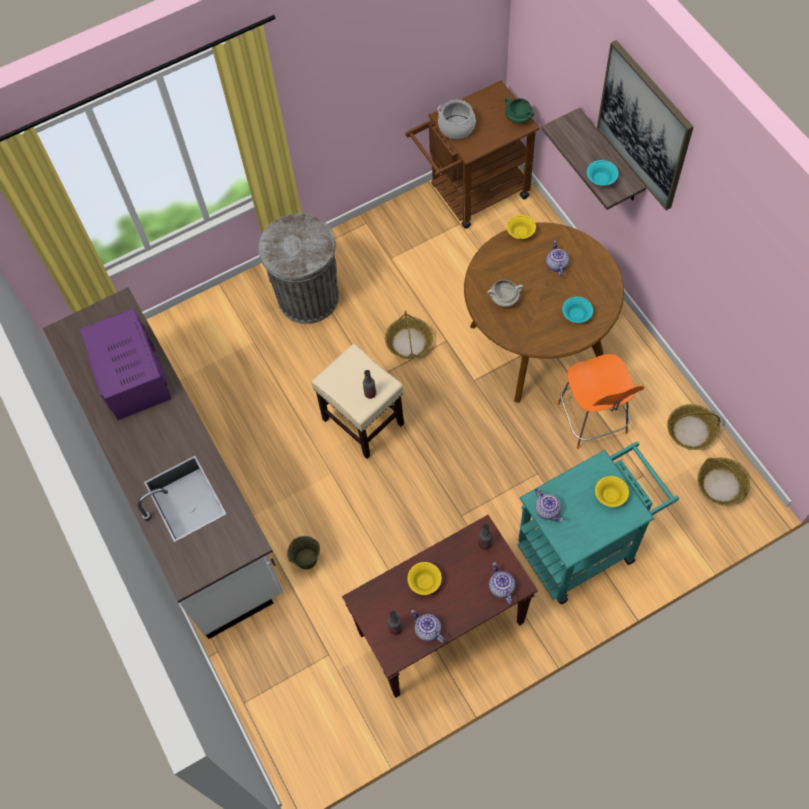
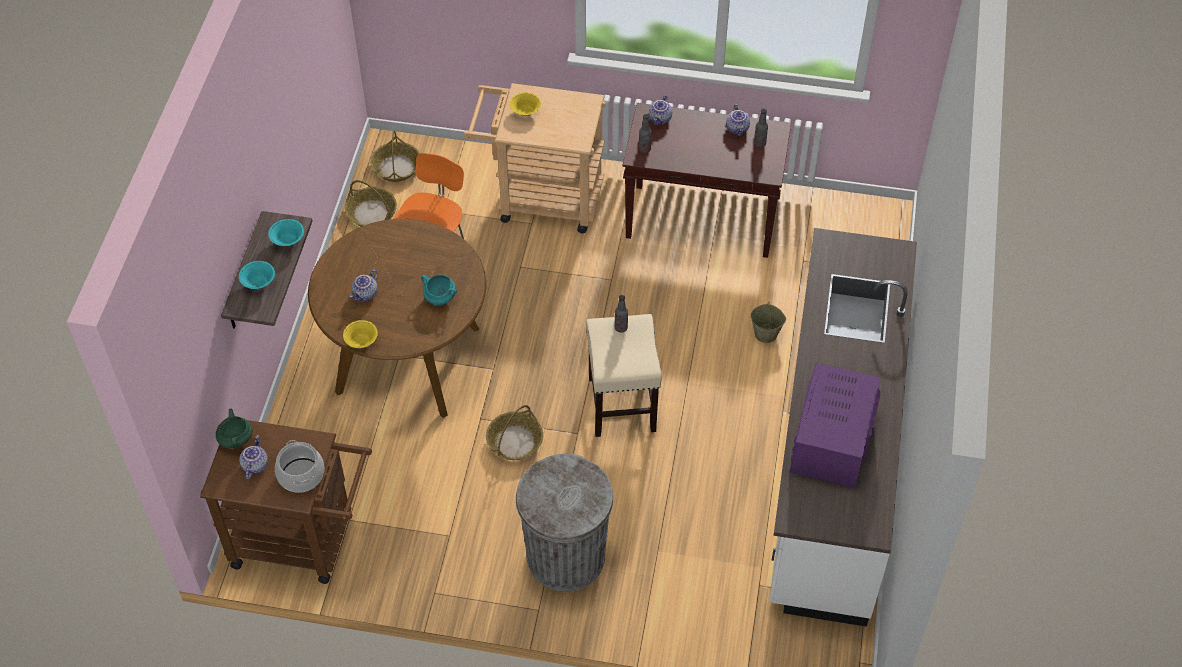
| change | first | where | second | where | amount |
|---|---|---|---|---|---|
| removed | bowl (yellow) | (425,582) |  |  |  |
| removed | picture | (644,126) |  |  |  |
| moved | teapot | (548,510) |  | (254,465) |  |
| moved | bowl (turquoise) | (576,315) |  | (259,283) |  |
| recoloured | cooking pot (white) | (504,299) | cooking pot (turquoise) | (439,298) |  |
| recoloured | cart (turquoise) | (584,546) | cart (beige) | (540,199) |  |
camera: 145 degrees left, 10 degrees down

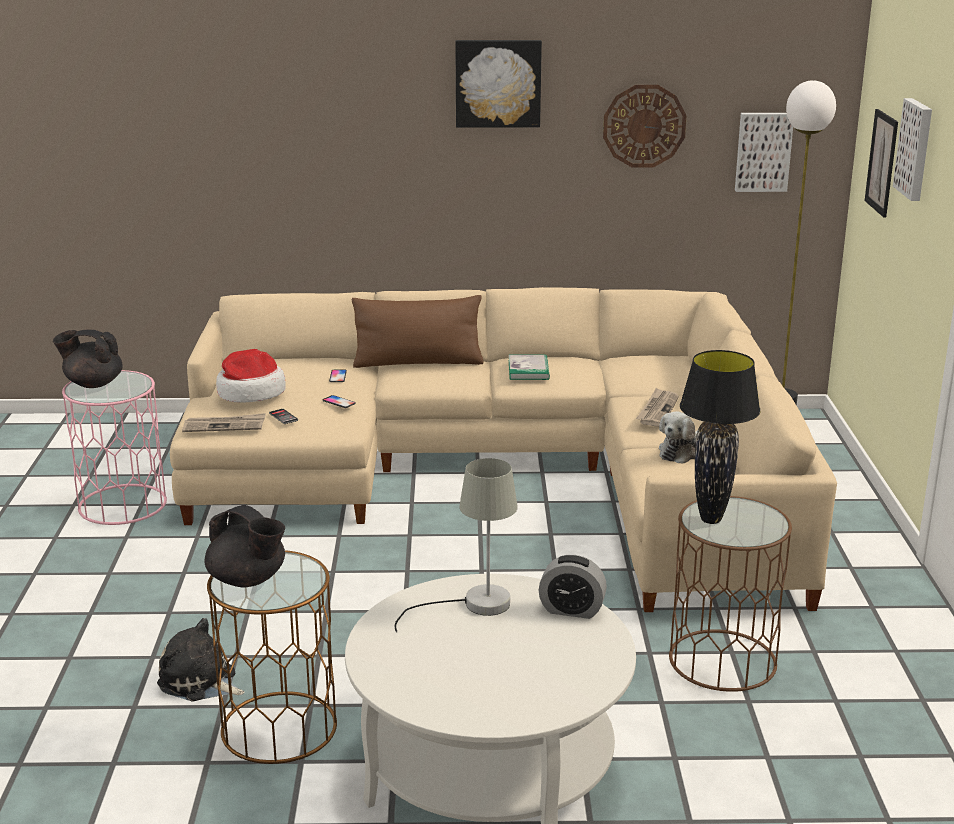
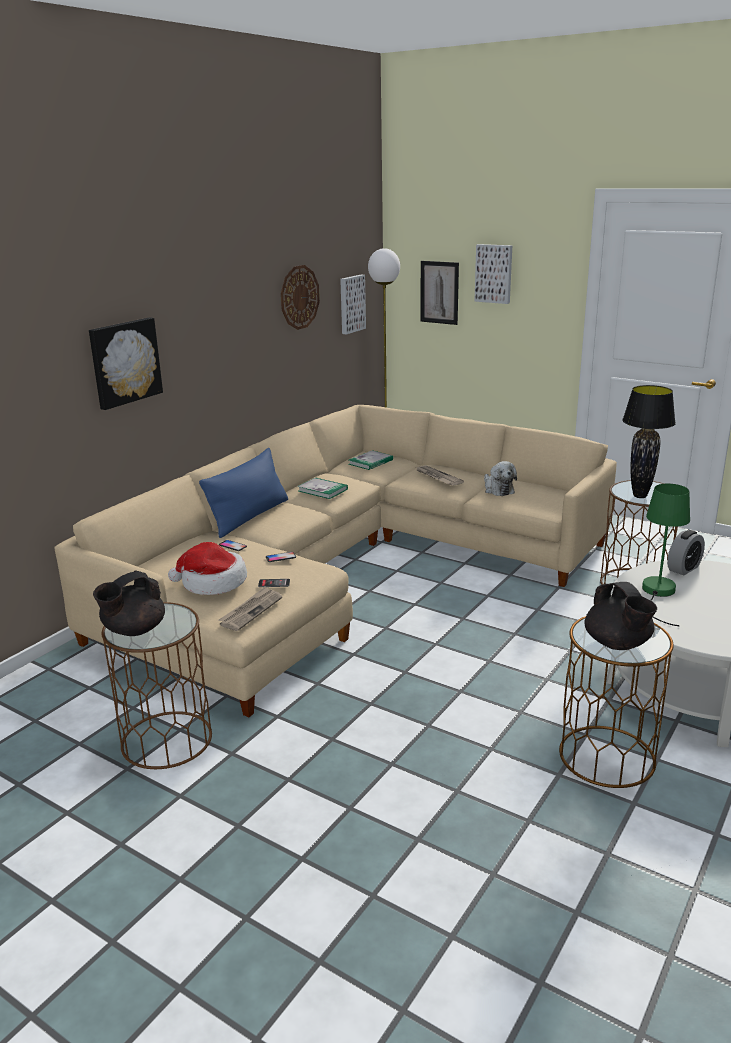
| change | first | where | second | where | amount |
|---|---|---|---|---|---|
| removed | plush toy | (200,682) |  |  |  |
| added |  |  | book | (370,462) |  |
| moved | picture | (498,83) |  | (124,362) |  |
| recoloured | side table (pink) | (122,504) | side table (brown) | (166,740) |  |
| recoloured | pillow (brown) | (418,363) | pillow (blue) | (249,517) |  |
| recoloured | table lamp (grey) | (473,605) | table lamp (green) | (658,594) |  |
| turned | teapot (black) | (248,580) |  | (617,644) | 90 degrees clockwise |
camera: 55 degrees left, 0 degrees up

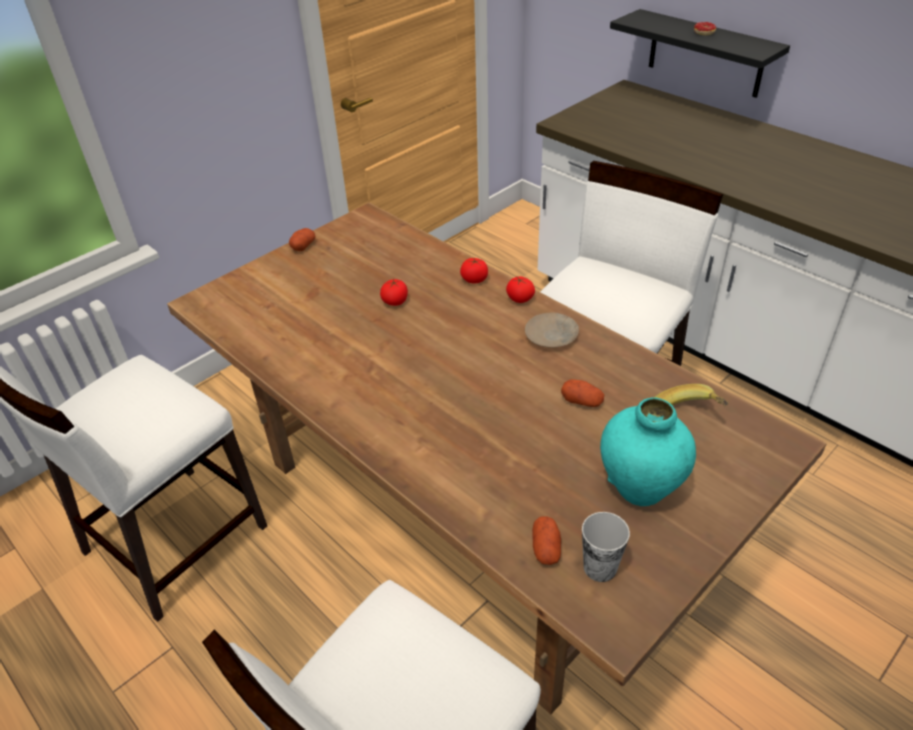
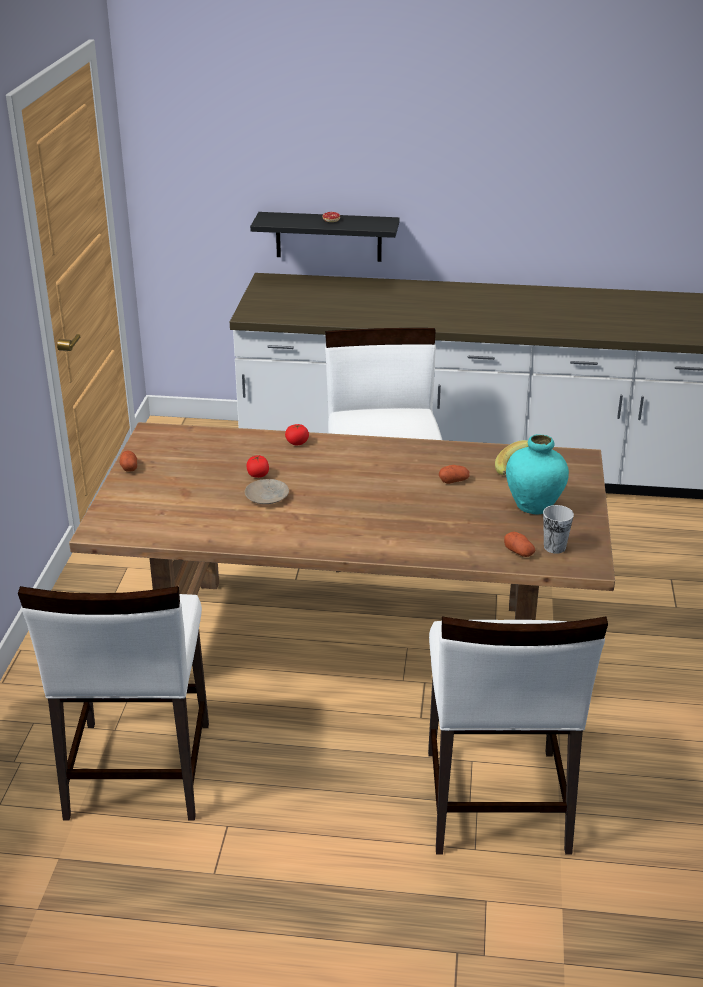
| change | first | where | second | where | amount |
|---|---|---|---|---|---|
| removed | tomato | (520,299) |  |  |  |
| moved | plate (beige) | (552,335) |  | (267,496) |  |
camera: 40 degrees left, 10 degrees down

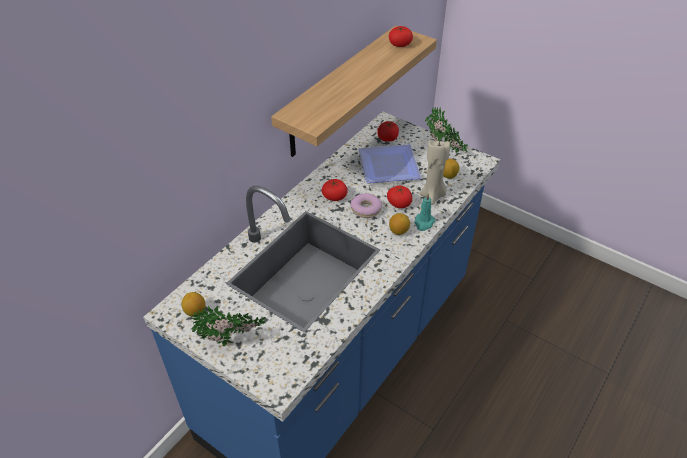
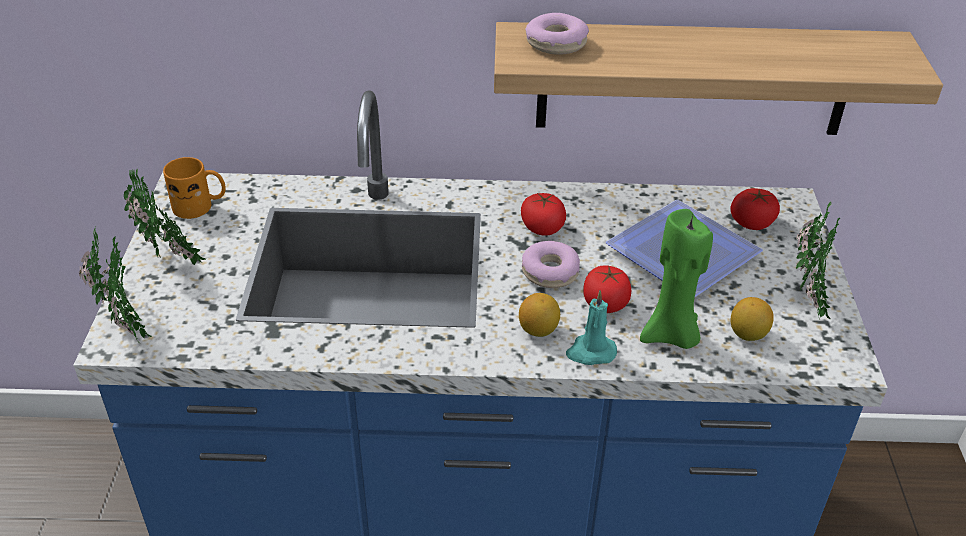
| change | first | where | second | where | amount |
|---|---|---|---|---|---|
| removed | tomato | (400,44) |  |  |  |
| added |  |  | potted plant | (126,327) |  |
| added |  |  | donut | (556,43) |  |
| replaced | lemon | (195,311) | mug (orange) | (200,206) |  |
| recoloured | candle (beige) | (433,196) | candle (green) | (671,336) |  |
camera: 55 degrees right, 5 degrees down

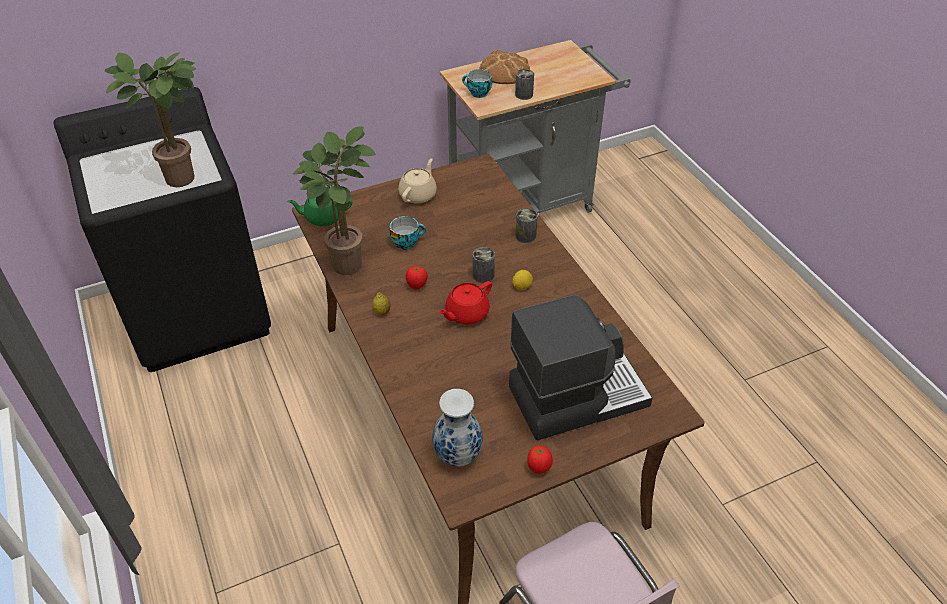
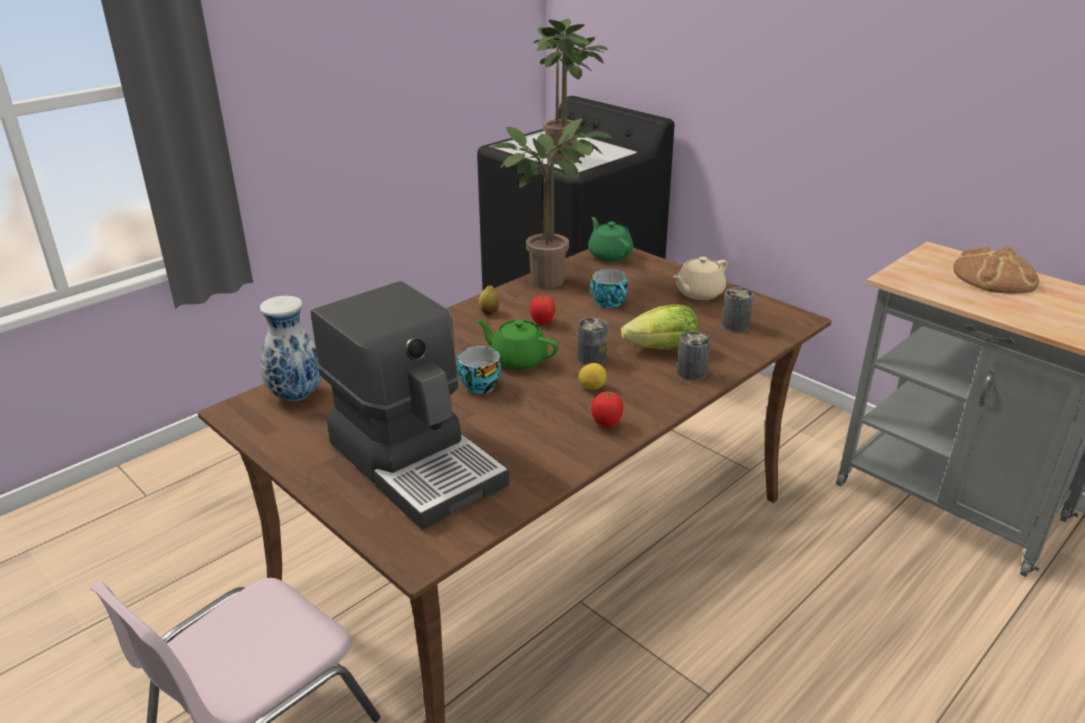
| change | first | where | second | where | amount |
|---|---|---|---|---|---|
| added |  |  | lettuce | (662,349) |  |
| moved | cup | (477,93) |  | (478,384) |  |
| moved | can | (524,94) |  | (735,325) |  |
| moved | tomato | (539,468) |  | (606,424) |  |
| recoloured | teapot (red) | (466,313) | teapot (green) | (518,359) |  |
| turned | teapot (beige) | (418,194) |  | (698,293) | 135 degrees clockwise |
camera: 70 degrees right, 15 degrees down

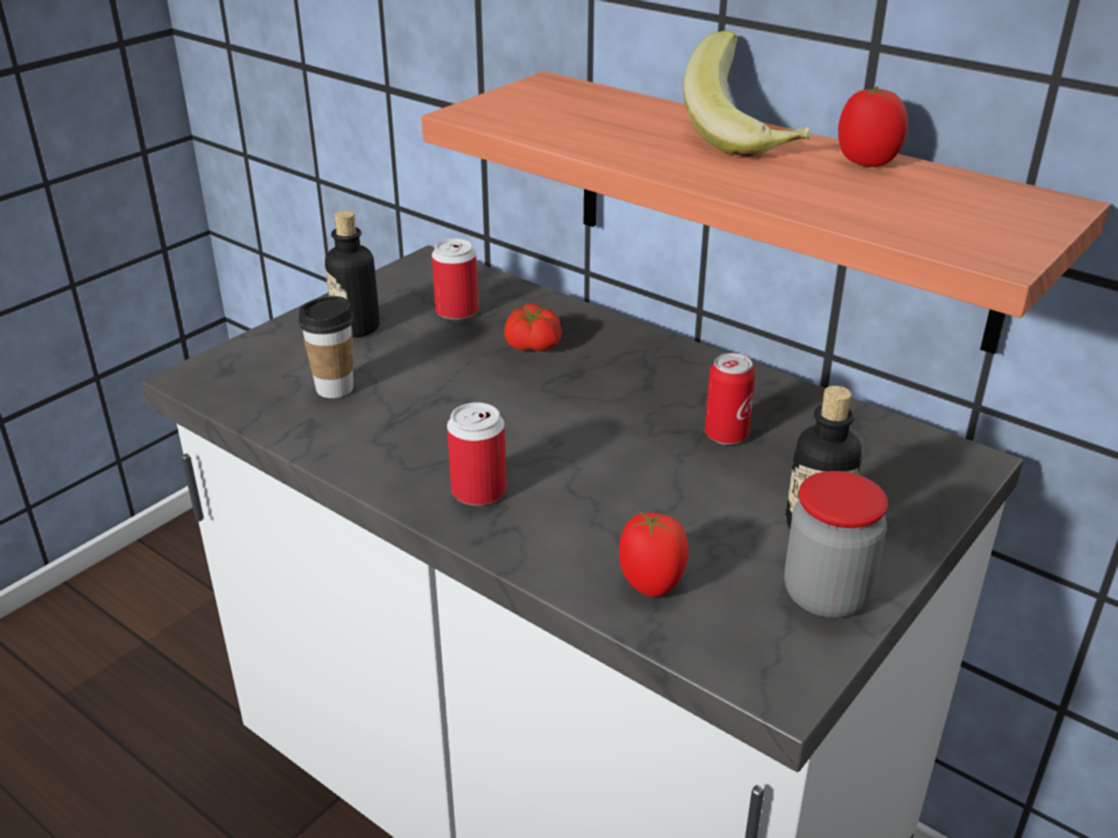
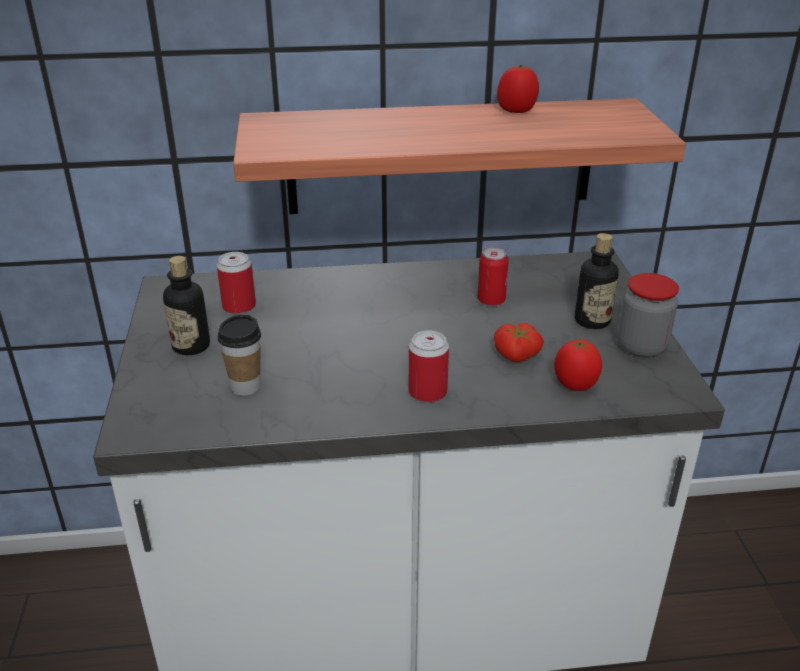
| change | first | where | second | where | amount |
|---|---|---|---|---|---|
| removed | banana | (746,137) |  |  |  |
| moved | tomato | (531,346) |  | (516,356) |  |
camera: 45 degrees left, 0 degrees up

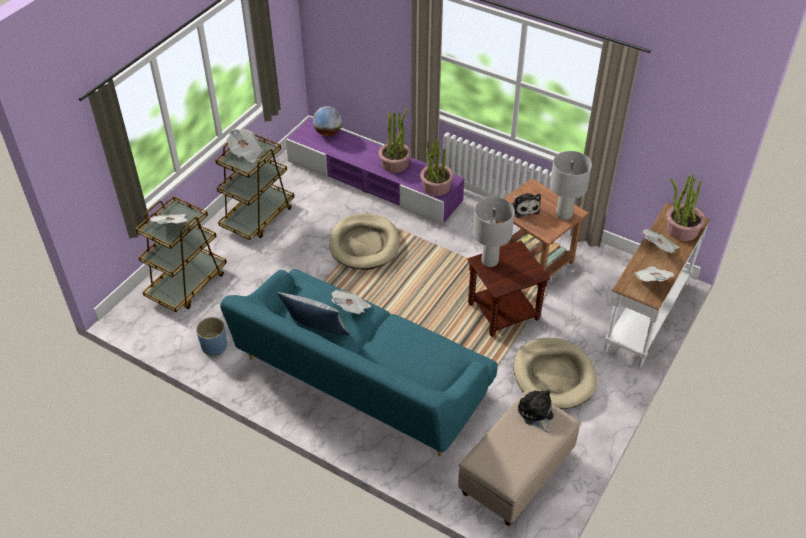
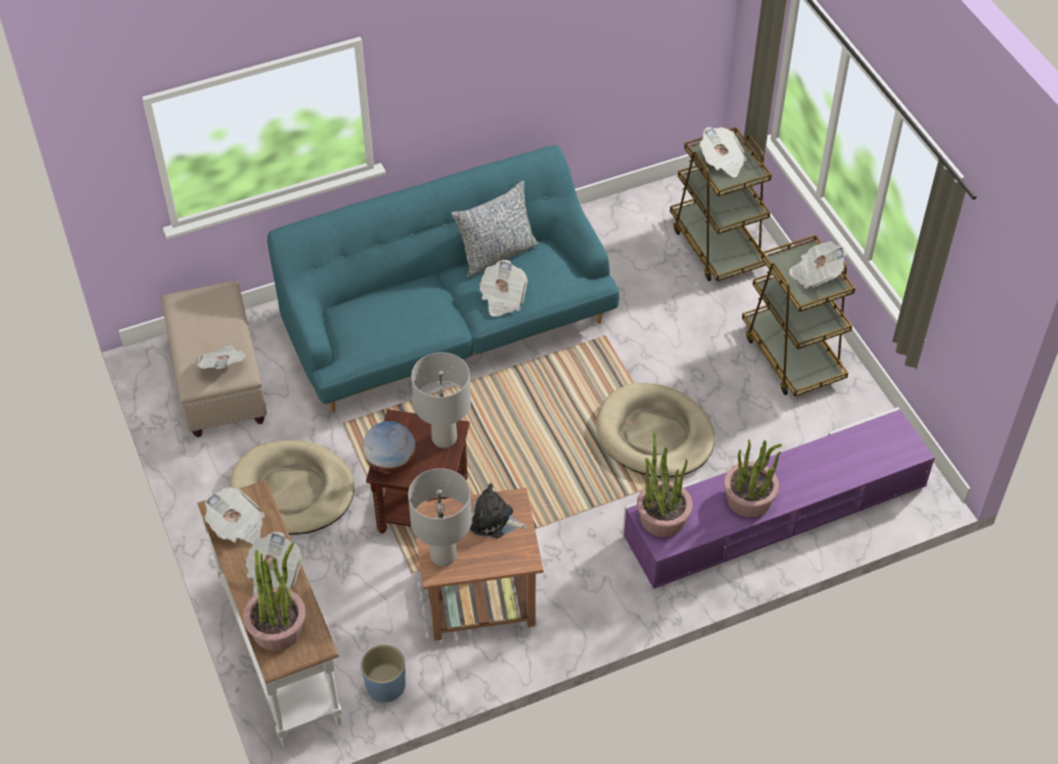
| change | first | where | second | where | amount |
|---|---|---|---|---|---|
| moved | planter (blue) | (214,346) |  | (386,685) |  |
| moved | globe | (328,132) |  | (390,463) |  |
| replaced | plush toy | (536,414) | newspaper | (223,366) |  |
camera: 125 degrees right, 5 degrees up

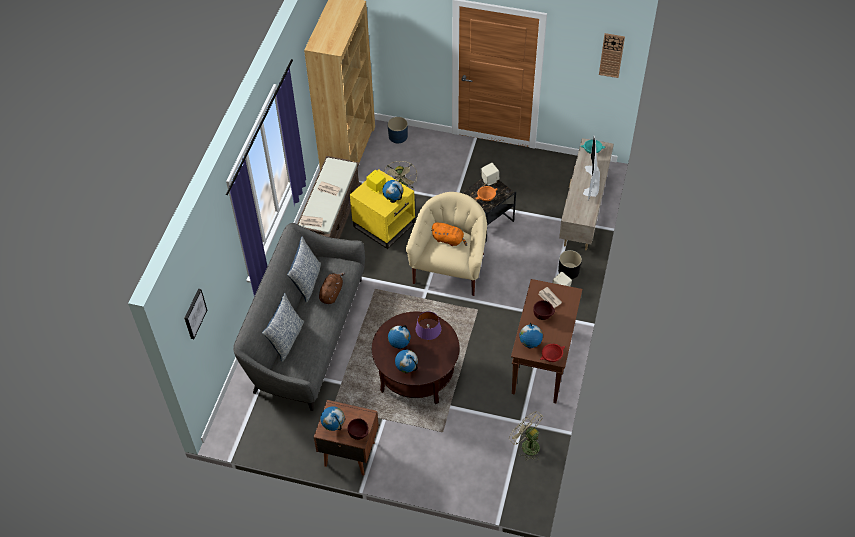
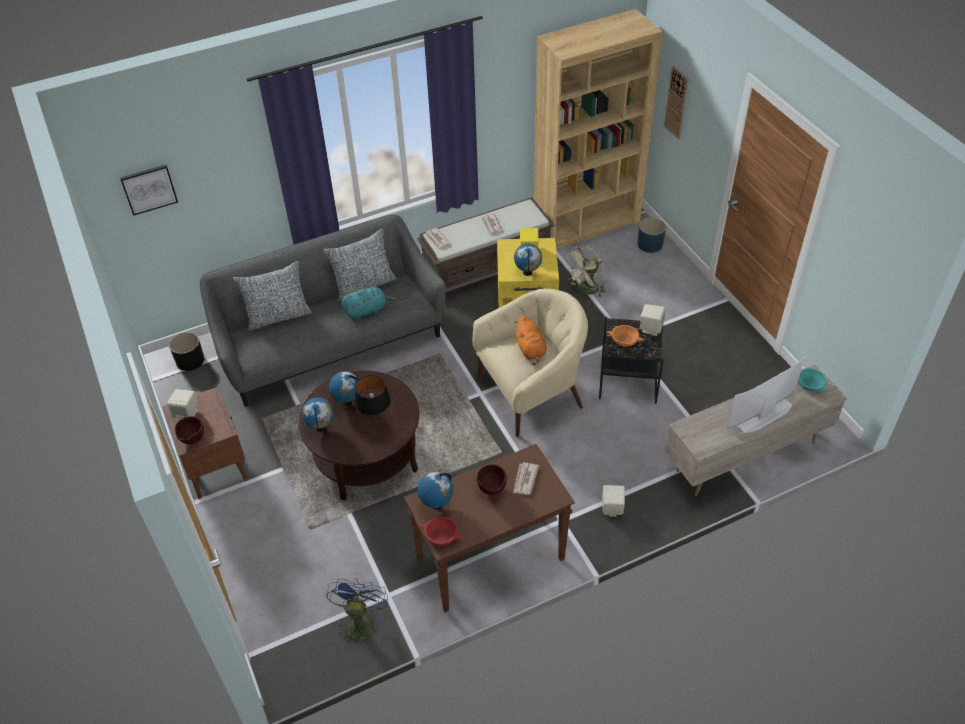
| change | first | where | second | where | amount |
|---|---|---|---|---|---|
| moved | planter (black) | (568,271) |  | (190,360) |  |
| moved | wall clock | (611,55) |  | (676,102) |  |
| replaced | globe | (334,427) | speaker (beige) | (186,414) |  |
| recoloured | plush toy (brown) | (331,293) | plush toy (turquoise) | (367,310) |  |
| recoloured | table lamp (purple) | (428,342) | table lamp (black) | (375,421) |  |
| recoloured | fan (beige) | (526,445) | fan (blue) | (360,622) |  |
camera: 50 degrees right, 5 degrees down

